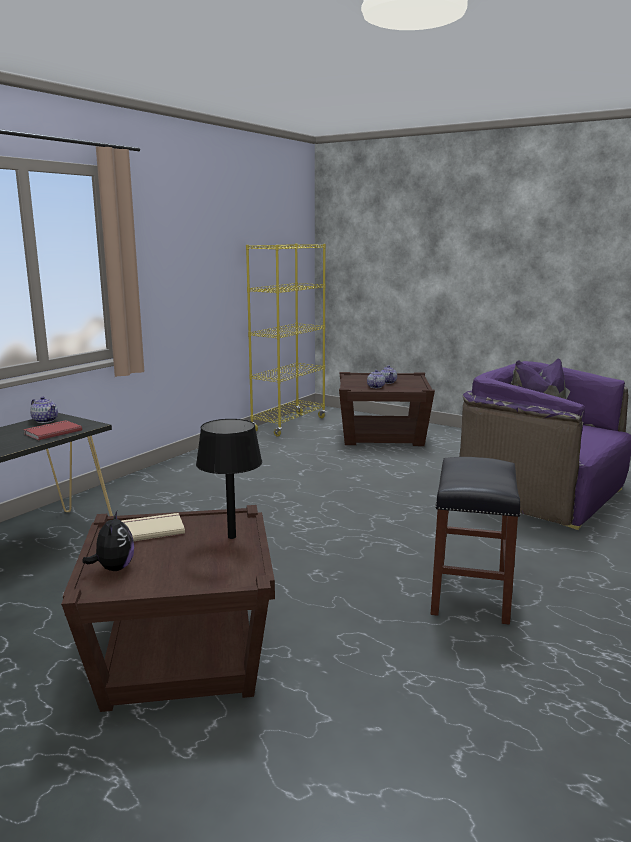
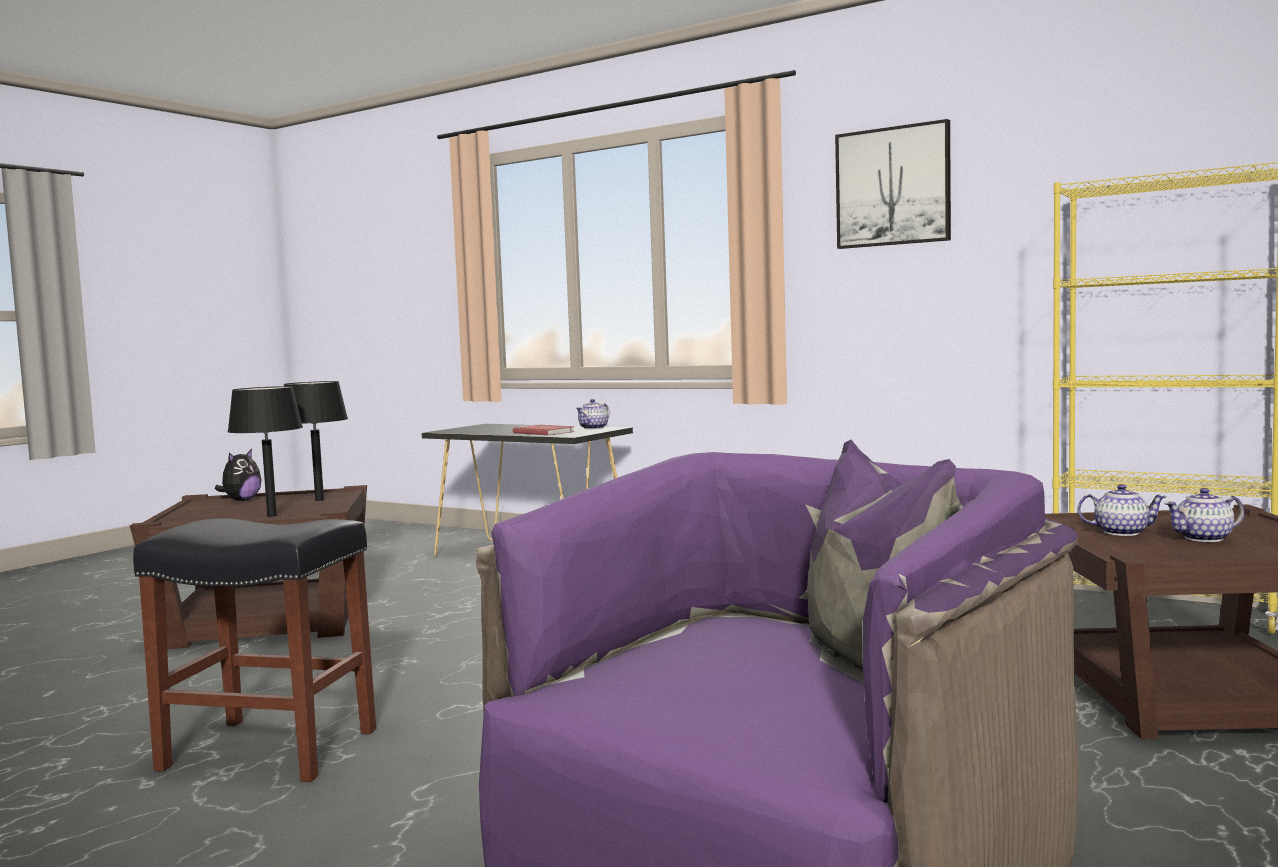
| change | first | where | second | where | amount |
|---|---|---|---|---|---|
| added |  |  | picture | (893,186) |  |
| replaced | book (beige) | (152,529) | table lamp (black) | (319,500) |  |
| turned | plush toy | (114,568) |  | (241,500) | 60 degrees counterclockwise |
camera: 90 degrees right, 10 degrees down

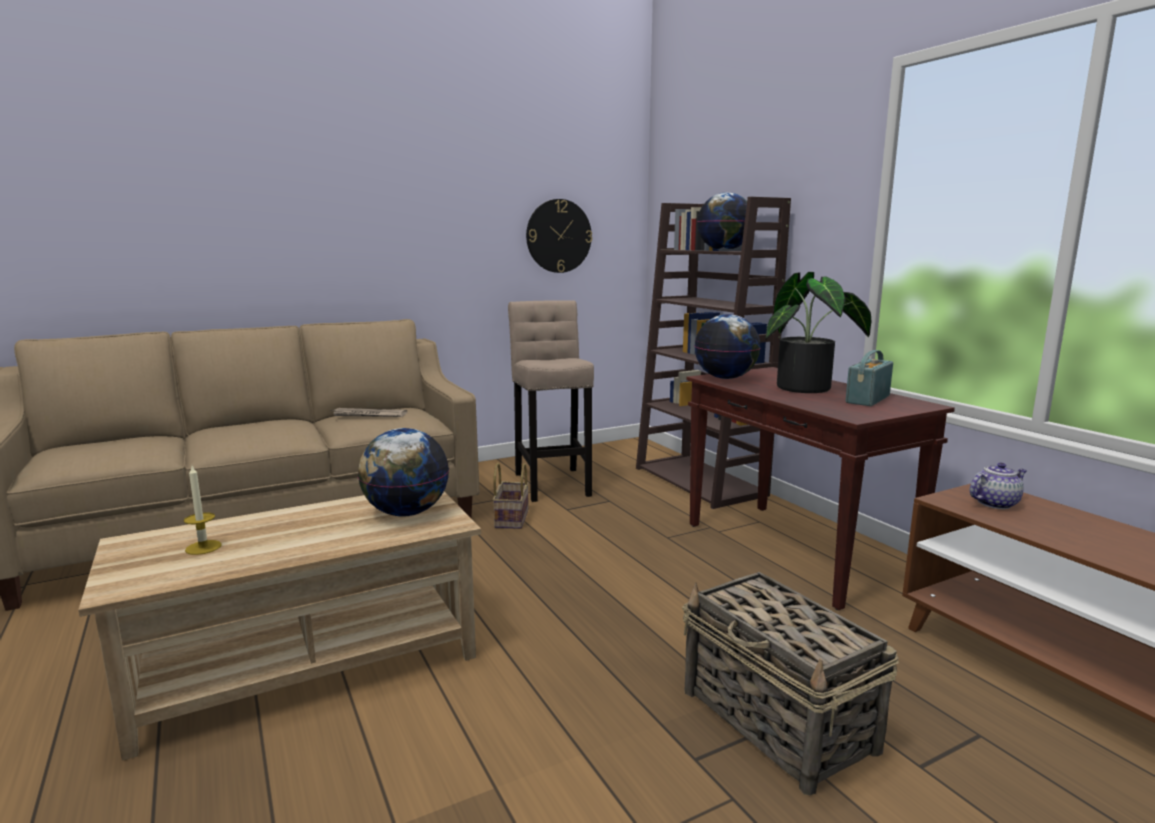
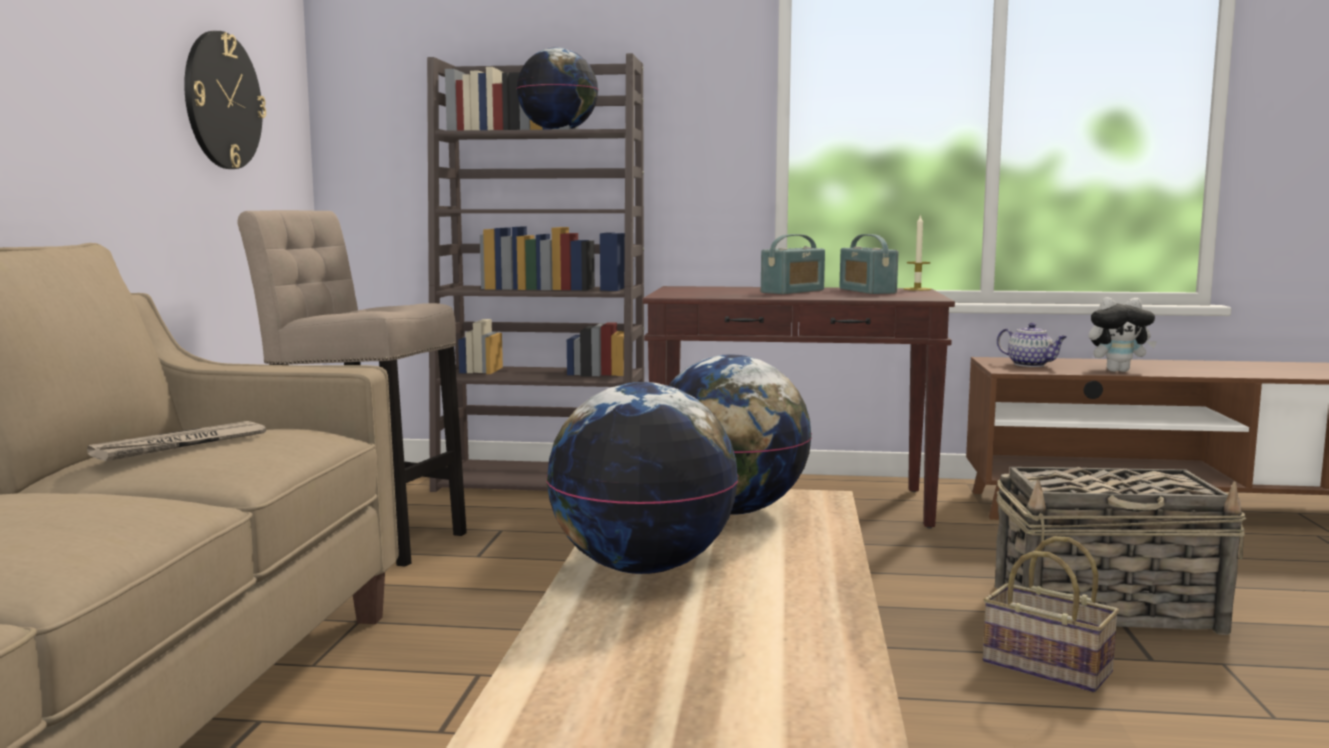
| change | first | where | second | where | amount |
|---|---|---|---|---|---|
| added |  |  | plush toy | (1117,371) |  |
| moved | candle | (203,547) |  | (917,289) |  |
| moved | basket | (511,518) |  | (1042,667) |  |
| moved | globe | (725,378) |  | (643,567) |  |
| replaced | potted plant | (810,388) | radio | (793,291) |  |
| turned | teapot | (995,503) |  | (1031,365) | 120 degrees clockwise |
camera: 55 degrees left, 5 degrees down

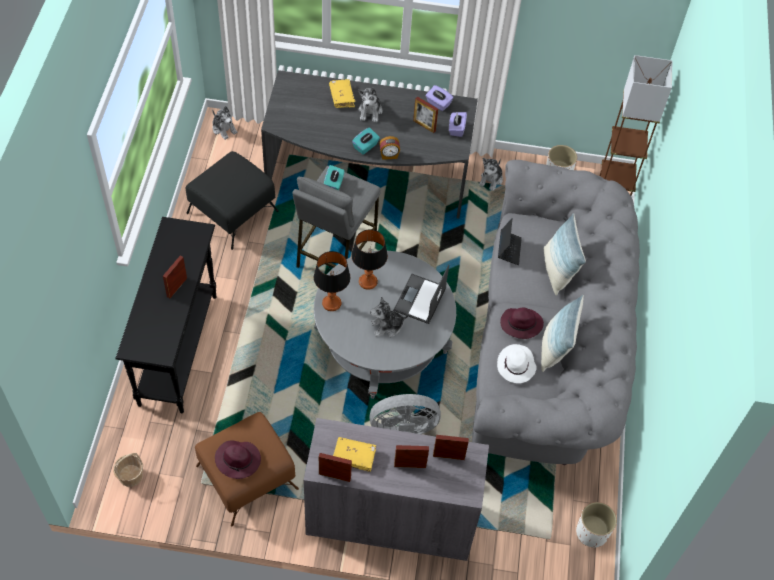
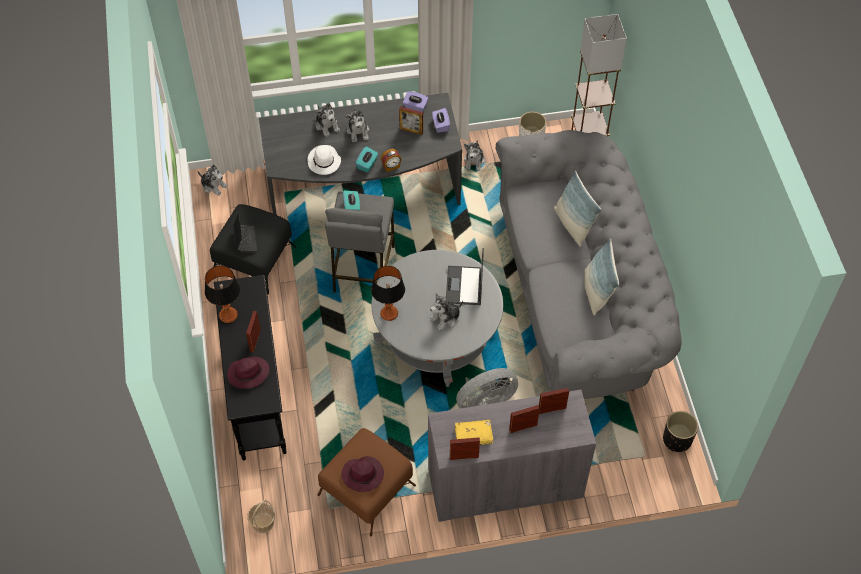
| change | first | where | second | where | amount |
|---|---|---|---|---|---|
| moved | table lamp | (368,282) |  | (228,315) |  |
| moved | hat (white) | (516,366) |  | (324,162) |  |
| moved | laptop | (509,249) |  | (245,240) |  |
| moved | hat (purple) | (520,324) |  | (248,374) |  |
| replaced | book (yellow) | (342,97) | plush toy | (327,125) |  |
| recoloured | planter (white) | (592,533) | planter (black) | (677,440) |  |
camera: 15 degrees left, 0 degrees up

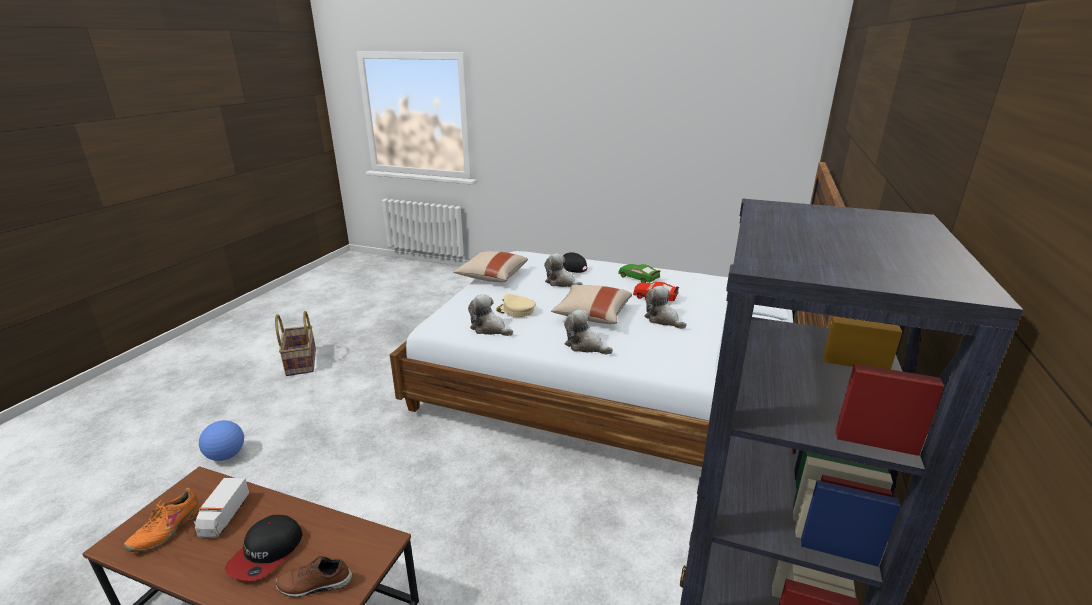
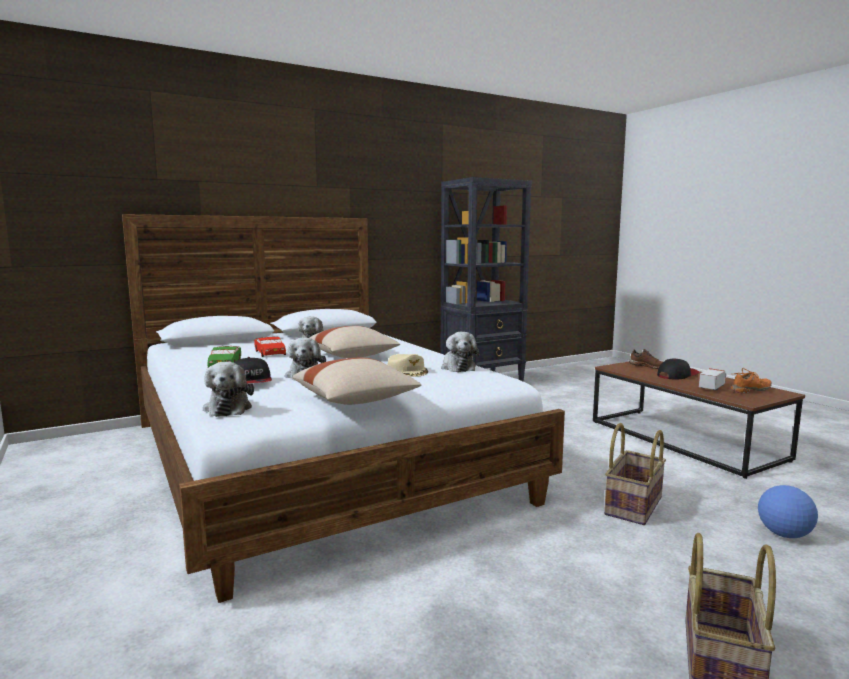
| change | first | where | second | where | amount |
|---|---|---|---|---|---|
| added |  |  | basket | (632,505) |  |
| moved | plush toy | (585,346) |  | (228,408) |  |
camera: 140 degrees left, 15 degrees down

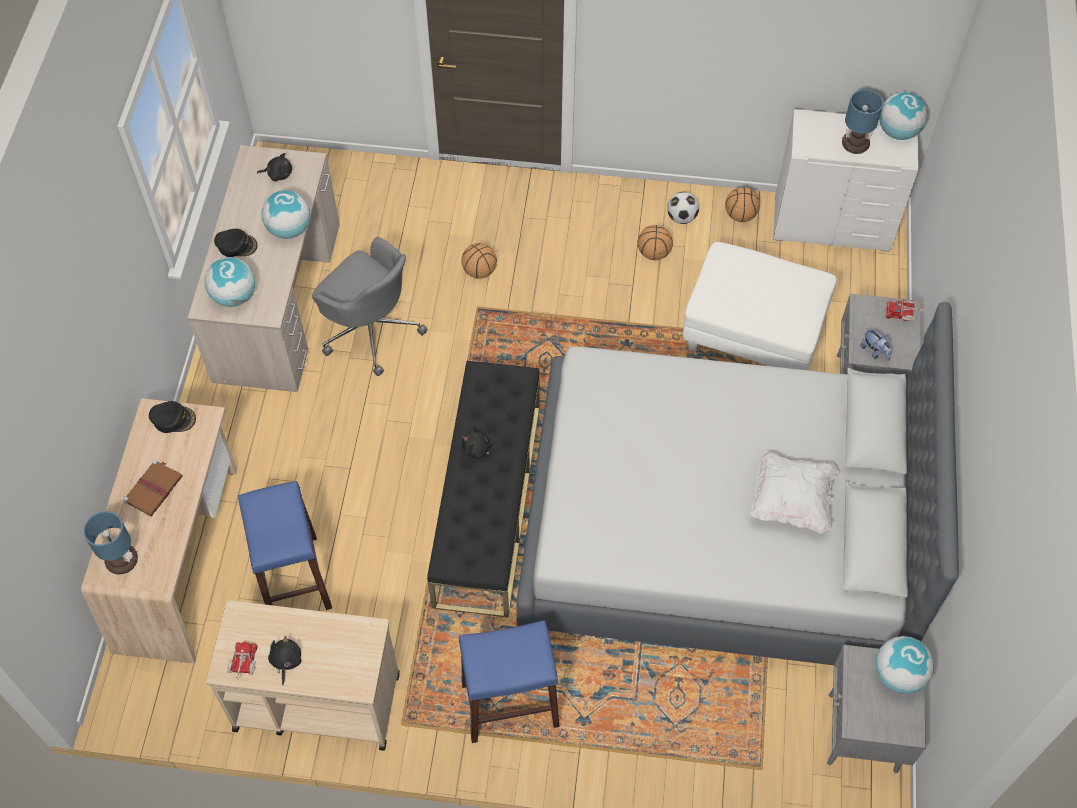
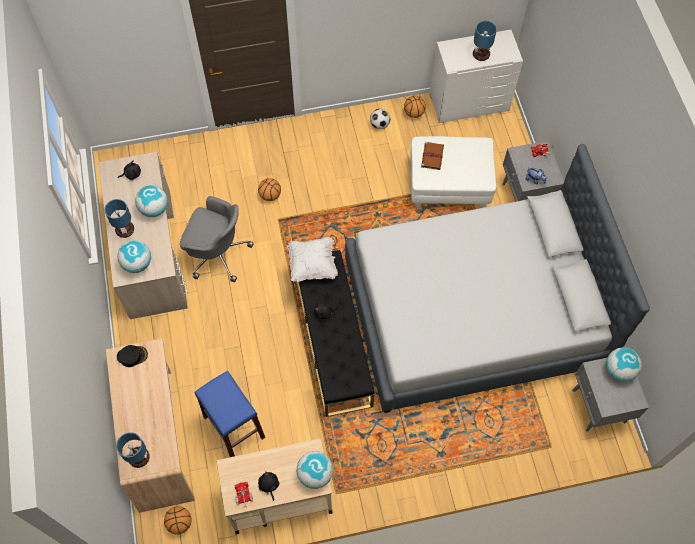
| change | first | where | second | where | amount |
|---|---|---|---|---|---|
| removed | stool (blue) | (509,704) |  |  |  |
| moved | book (brown) | (154,488) |  | (432,156) |  |
| moved | basketball | (654,253) |  | (180,522) |  |
| moved | pillow (white) | (791,500) |  | (312,264) |  |
| moved | globe | (898,132) |  | (315,474) |  |
| replaced | cap (black) | (236,245) | table lamp | (124,229) |  |
camera: 20 degrees left, 5 degrees up

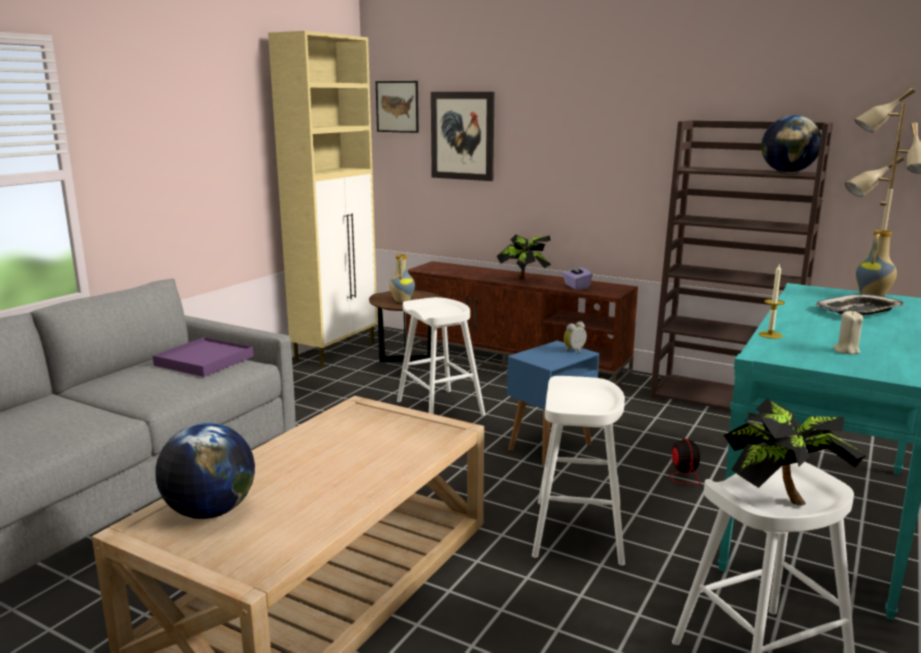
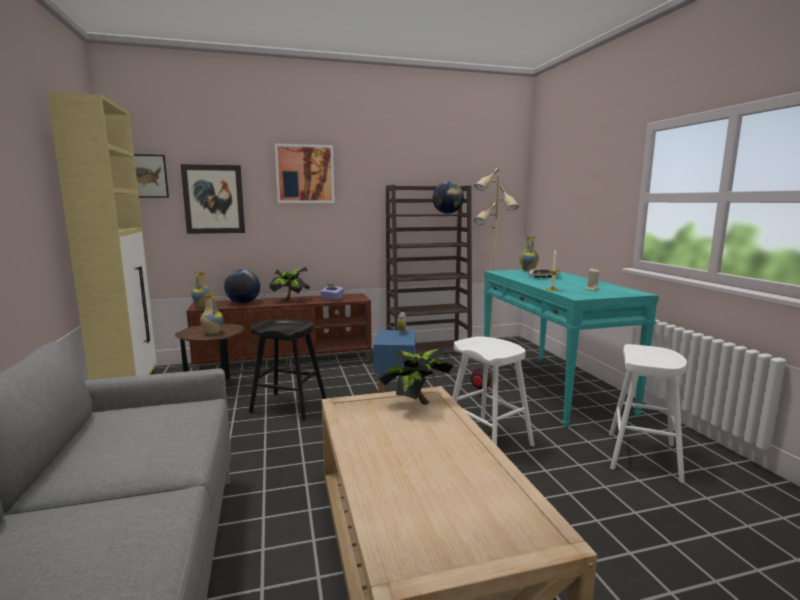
| change | first | where | second | where | amount |
|---|---|---|---|---|---|
| removed | tray (purple) | (204,361) |  |  |  |
| added |  |  | vase | (203,306) |  |
| added |  |  | picture | (305,174) |  |
| moved | globe | (210,512) |  | (243,303) |  |
| moved | potted plant | (780,499) |  | (417,404) |  |
| recoloured | stool (white) | (440,408) | stool (black) | (288,406) |  |
camera: 45 degrees left, 5 degrees down

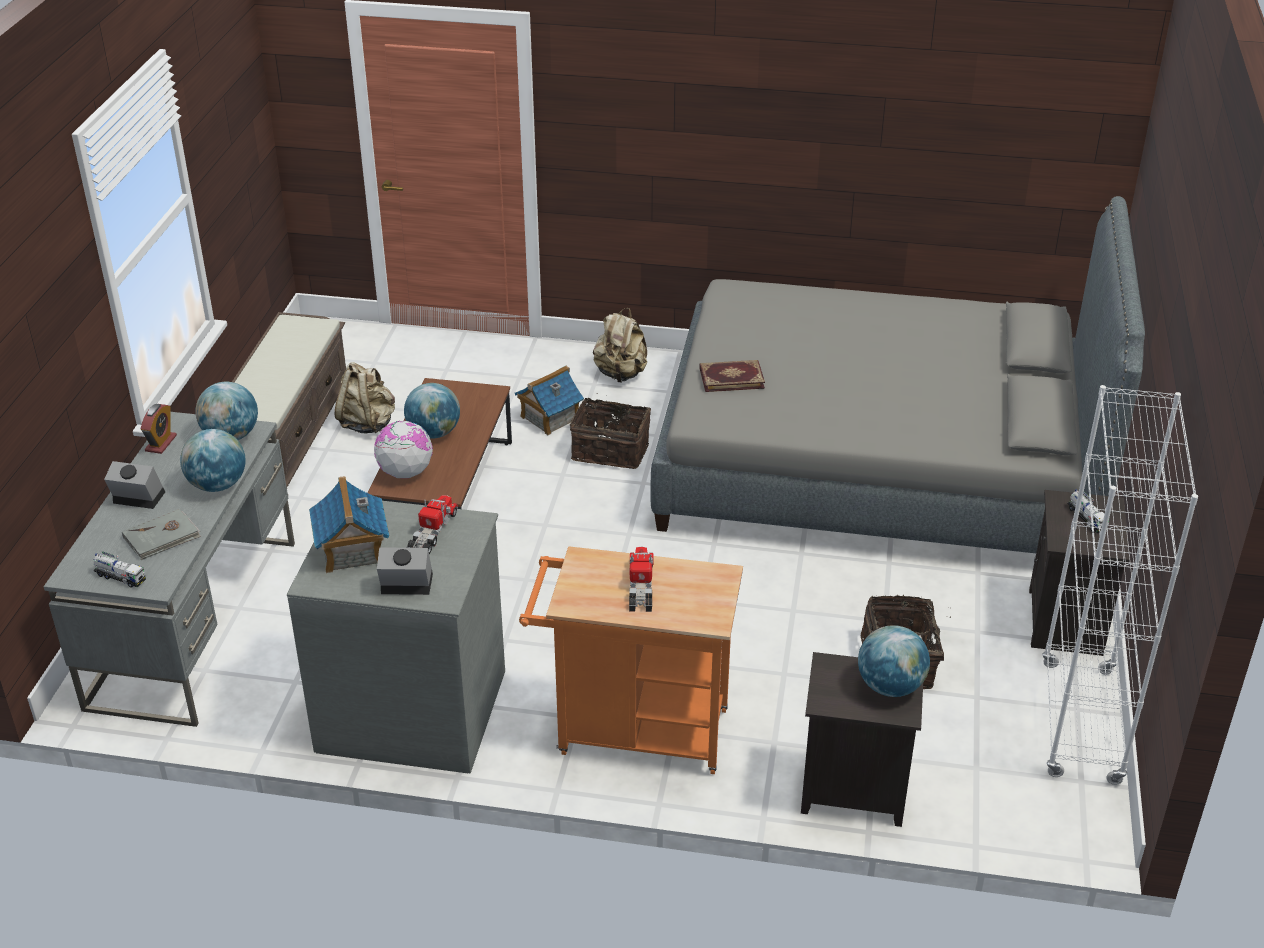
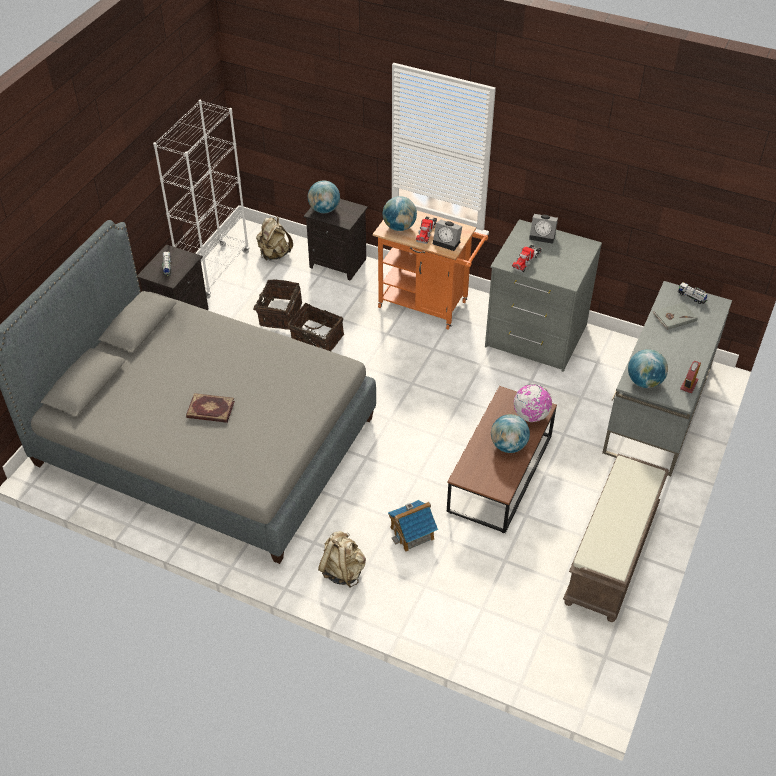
| change | first | where | second | where | amount |
|---|---|---|---|---|---|
| removed | toy house | (352,551) |  |  |  |
| moved | alarm clock | (136,499) |  | (447,242) |  |
| moved | globe | (217,485) |  | (399,227) |  |
| moved | backpack (beige) | (368,423) |  | (274,254) |  |
| moved | basket | (611,450) |  | (316,339) |  |
| moved | book | (731,377) |  | (210,410) |  |
camera: 165 degrees left, 10 degrees up

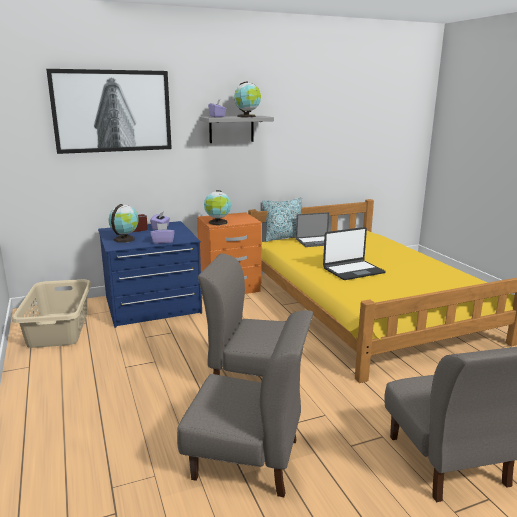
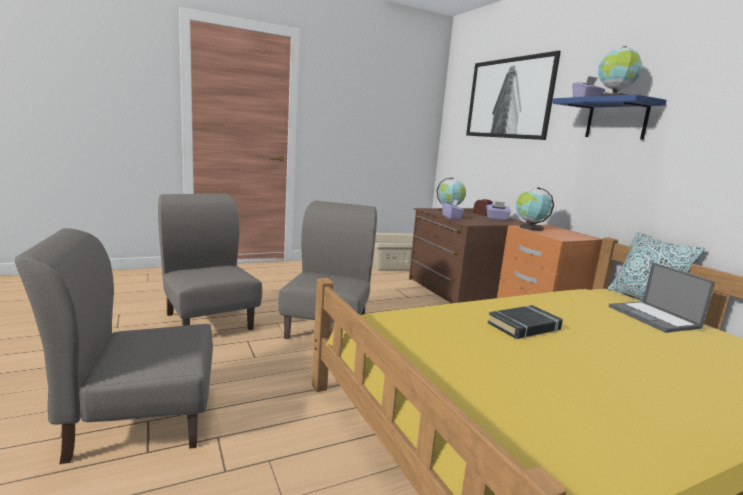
| change | first | where | second | where | amount |
|---|---|---|---|---|---|
| replaced | laptop | (353,270) | book (black) | (524,327) |  |
| recoloured | dresser (blue) | (152,305) | dresser (brown) | (460,289) |  |
| recoloured | shelf (grey) | (231,129) | shelf (blue) | (616,119) |  |
| turned | chair (grey) | (247,459) |  | (209,321) | 135 degrees clockwise |
camera: 85 degrees right, 5 degrees down

